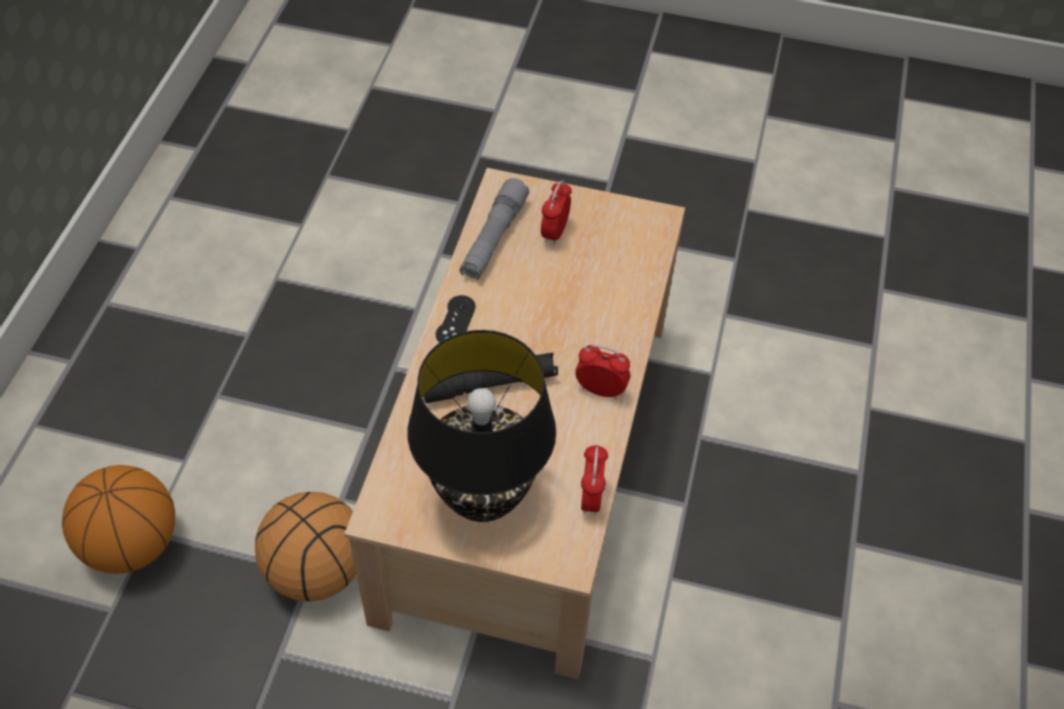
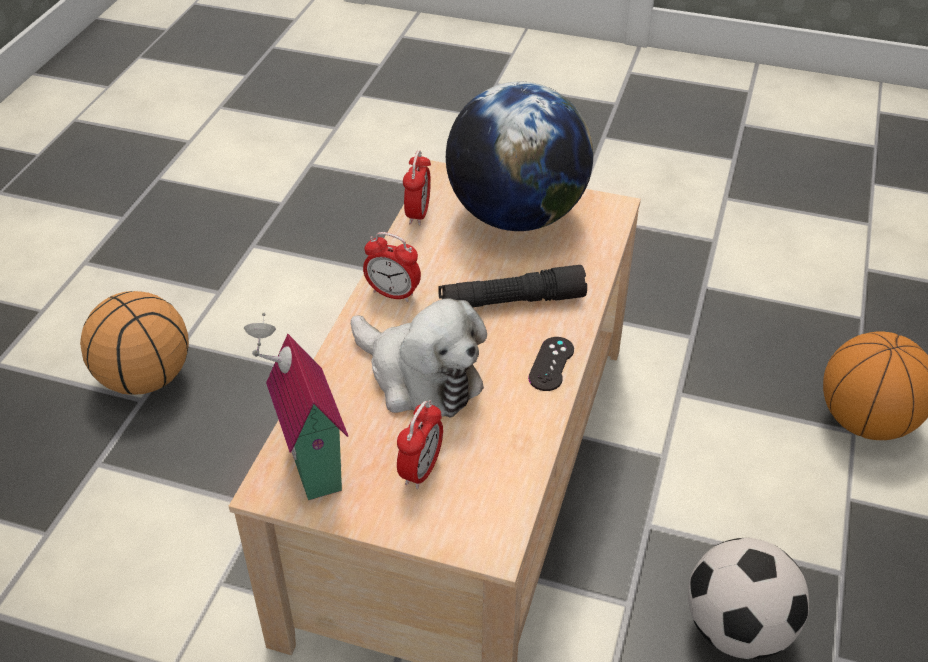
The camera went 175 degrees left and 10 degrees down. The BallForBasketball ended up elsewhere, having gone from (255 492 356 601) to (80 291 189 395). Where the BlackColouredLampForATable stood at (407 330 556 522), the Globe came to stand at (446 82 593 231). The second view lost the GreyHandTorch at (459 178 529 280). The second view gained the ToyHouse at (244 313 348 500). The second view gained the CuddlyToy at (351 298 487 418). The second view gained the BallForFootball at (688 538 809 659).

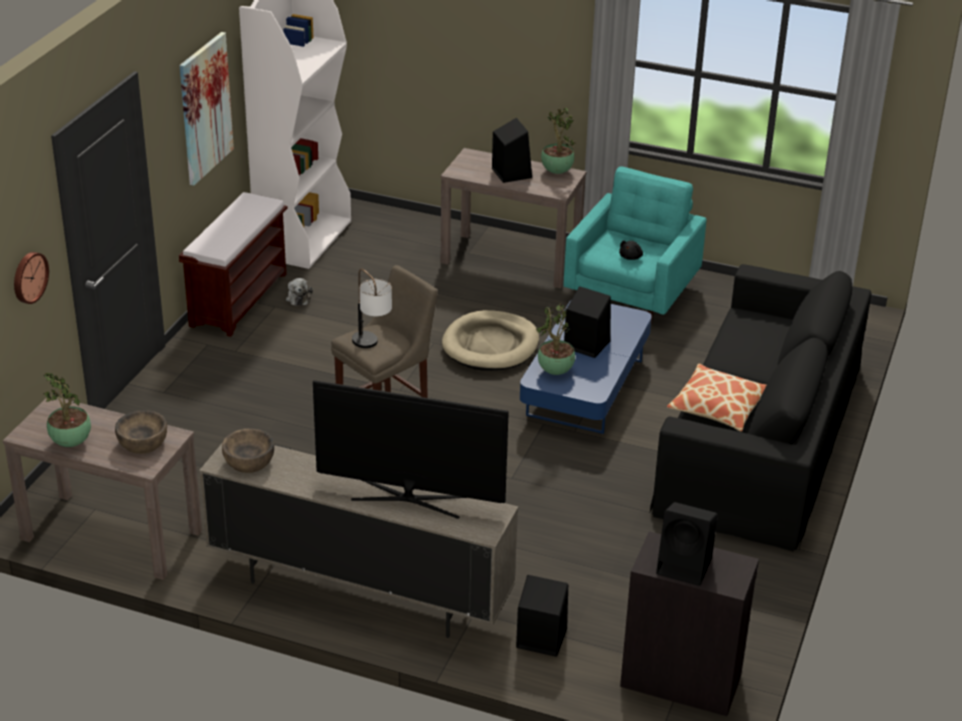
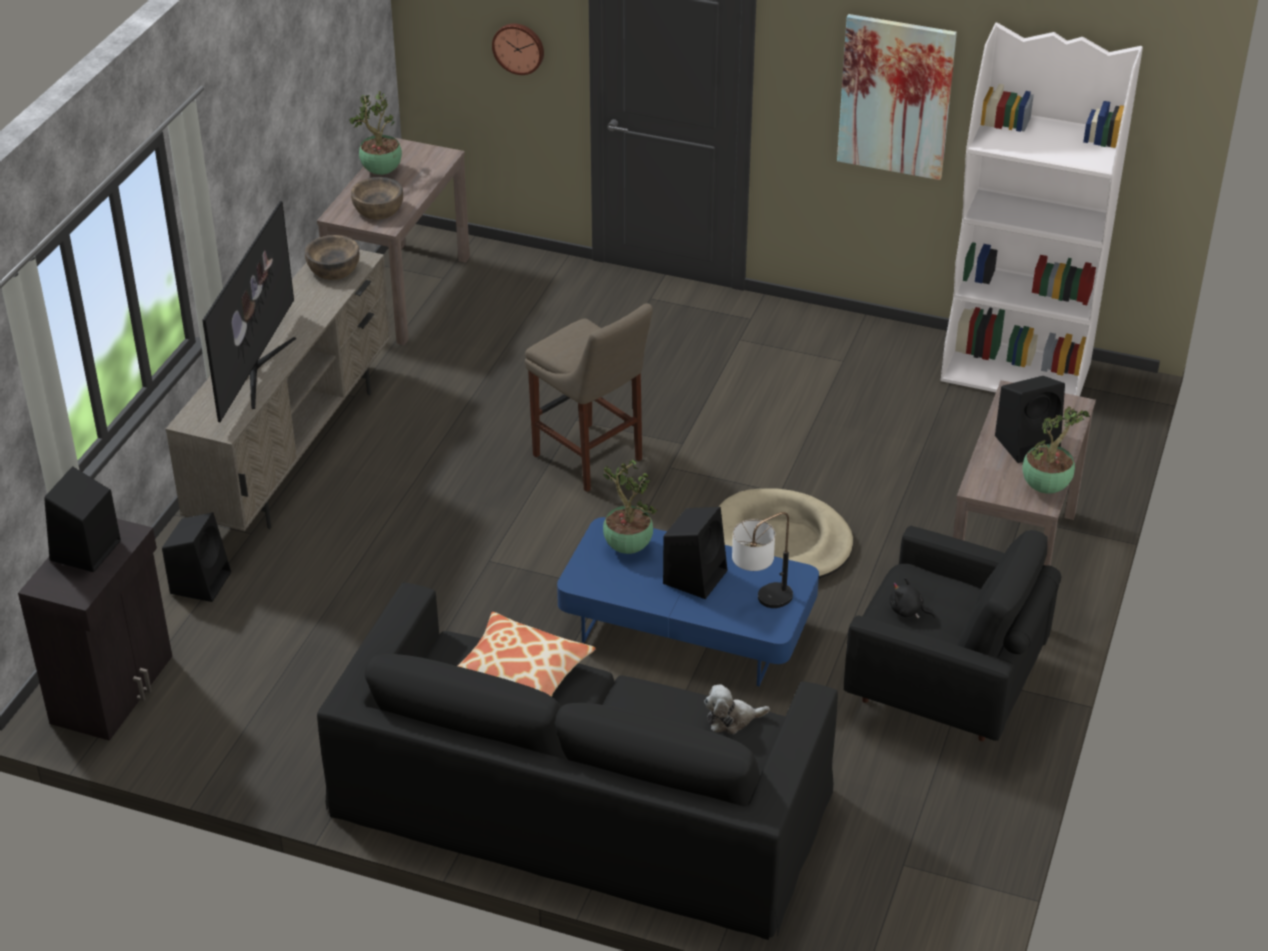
The camera went 90 degrees right and 5 degrees up. The second view lost the BrownColouredIndoorBench at (179 192 287 337). The CuddlyToy ended up elsewhere, having gone from (286 278 313 306) to (704 684 770 734). The LampForATable ended up elsewhere, having gone from (352 268 392 348) to (732 512 793 608). What was the BlueGreenArmchair at (564 166 706 324) turned into the BlackColouredArmchair at (844 526 1061 741).

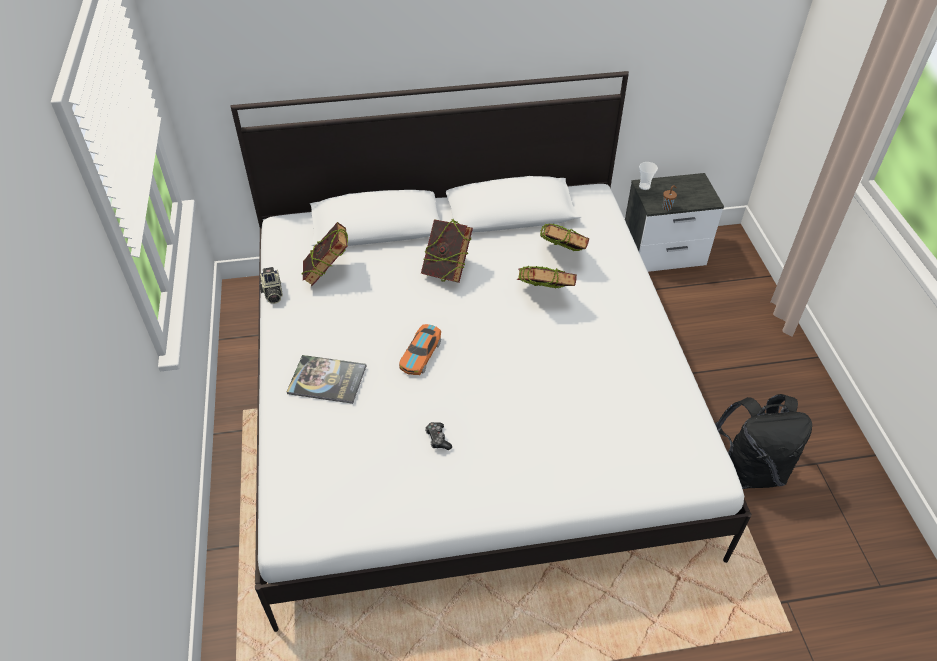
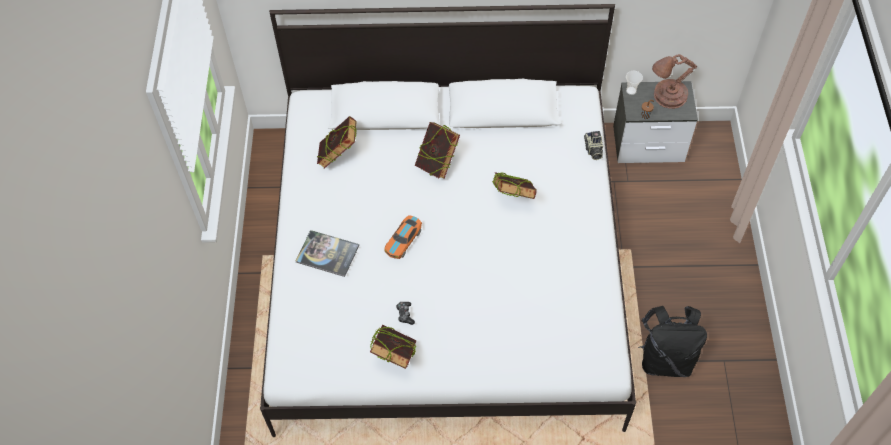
The camera went 10 degrees right and 10 degrees up. The StillCamera ended up elsewhere, having gone from (260 267 283 304) to (584 131 603 160). The Volume ended up elsewhere, having gone from (540 224 589 251) to (370 325 417 369). The second view gained the BrownColouredLampForATable at (652 54 697 109).

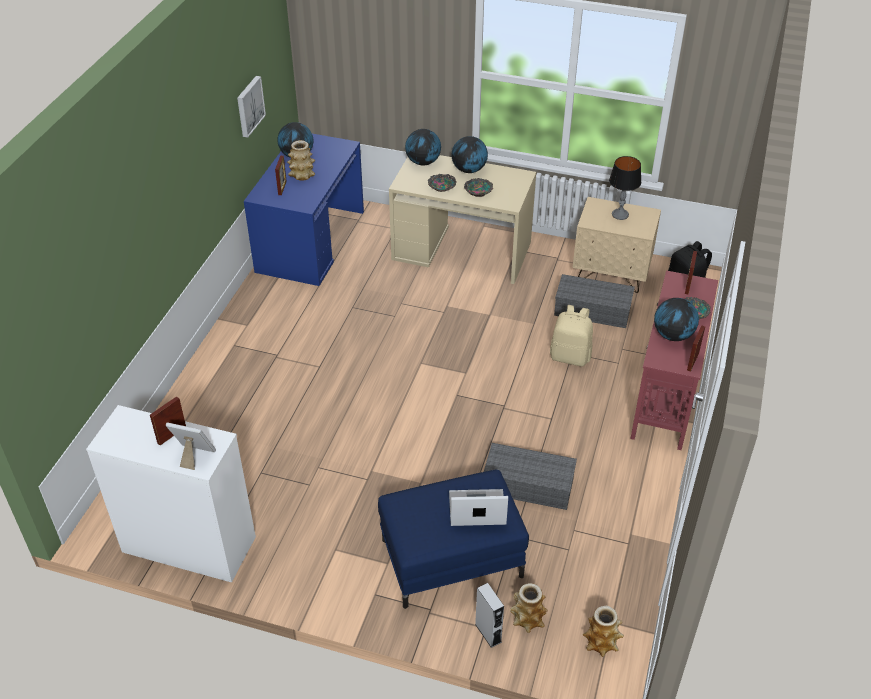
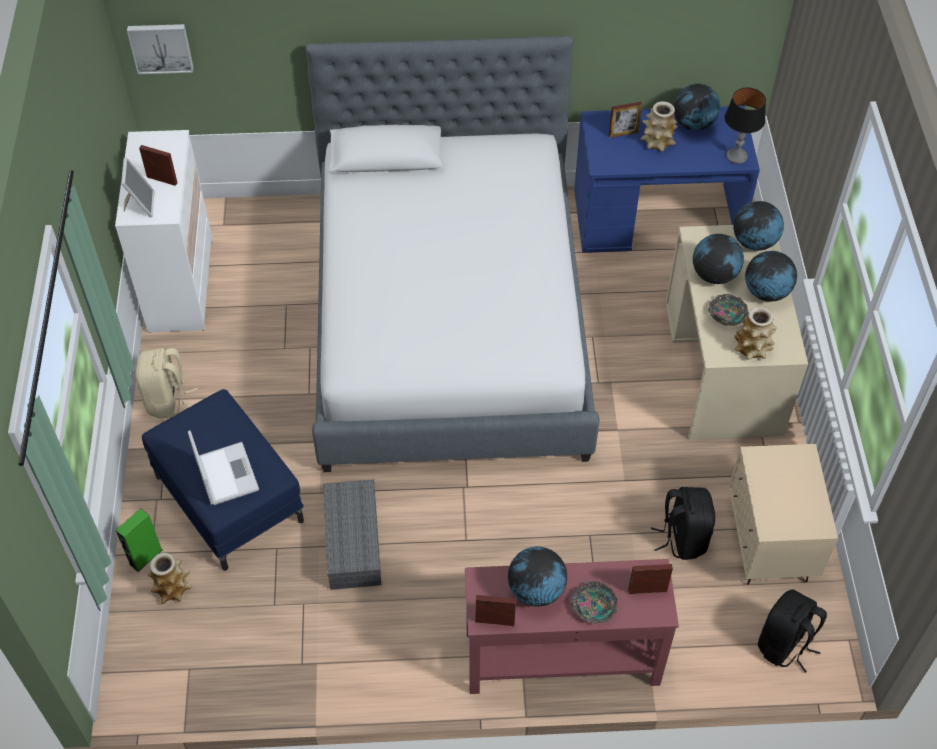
The camera went 70 degrees right and 10 degrees up. The WallPicture ended up elsewhere, having gone from (237 76 266 138) to (127 24 194 74). Where the Bowl stood at (428 174 457 192), the Globe came to stand at (693 234 744 284). What was the GreyLoudspeaker at (475 583 504 648) turned into the GreenColouredLoudspeaker at (116 508 163 572). The SandColouredKnapsack ended up elsewhere, having gone from (550 305 593 367) to (136 348 198 419). Where the GreyStorageBin stood at (554 274 635 328), the BlackColouredKnapsack came to stand at (651 487 715 560). The Vase ended up elsewhere, having gone from (583 606 624 657) to (734 307 777 360). The LampForATable ended up elsewhere, having gone from (609 156 641 220) to (725 88 766 164). The second view gained the BedroomBed at (305 35 599 472).

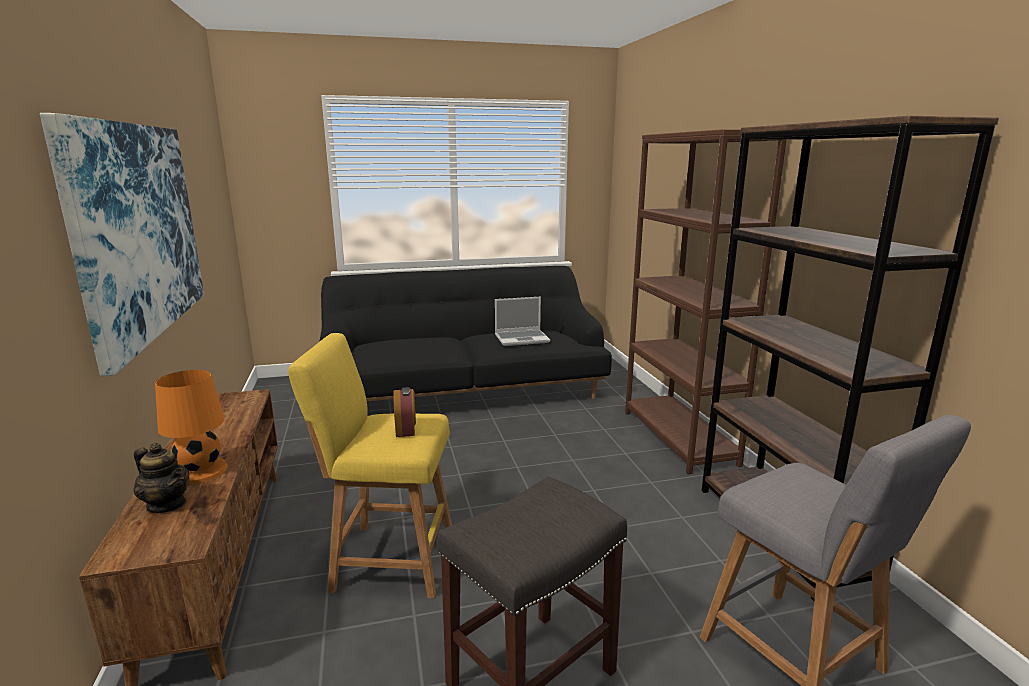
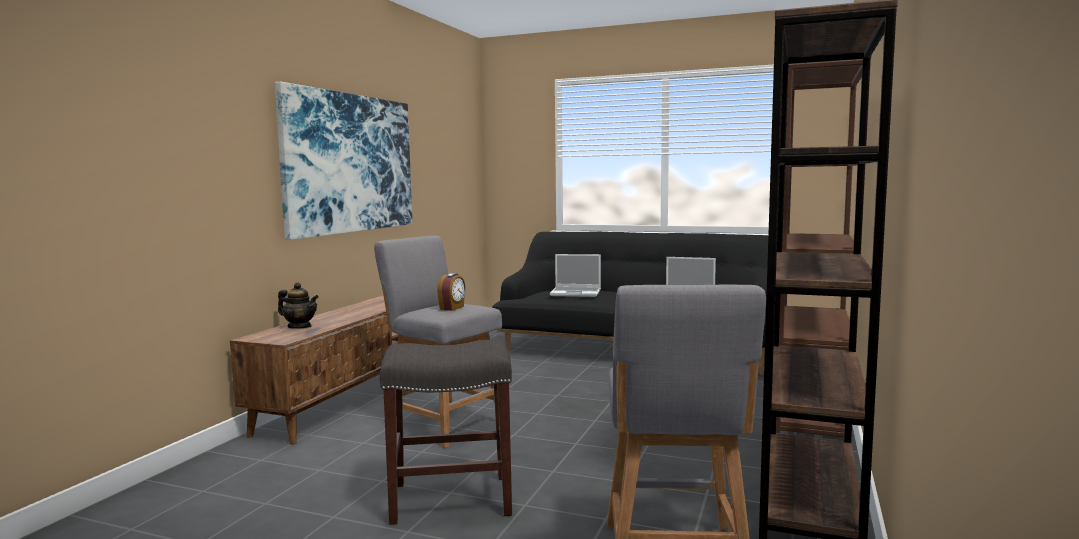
The camera went 35 degrees right and 10 degrees down. The TeaPot at (133 443 190 513) ended up facing another way, 45 degrees counterclockwise from before. The second view lost the OrangeColouredLampForATable at (155 370 227 484). What was the YellowColouredStoolSeat at (288 333 452 598) turned into the GreyStoolSeat at (374 236 502 448). The second view gained the NotebookComputer at (550 254 601 297).

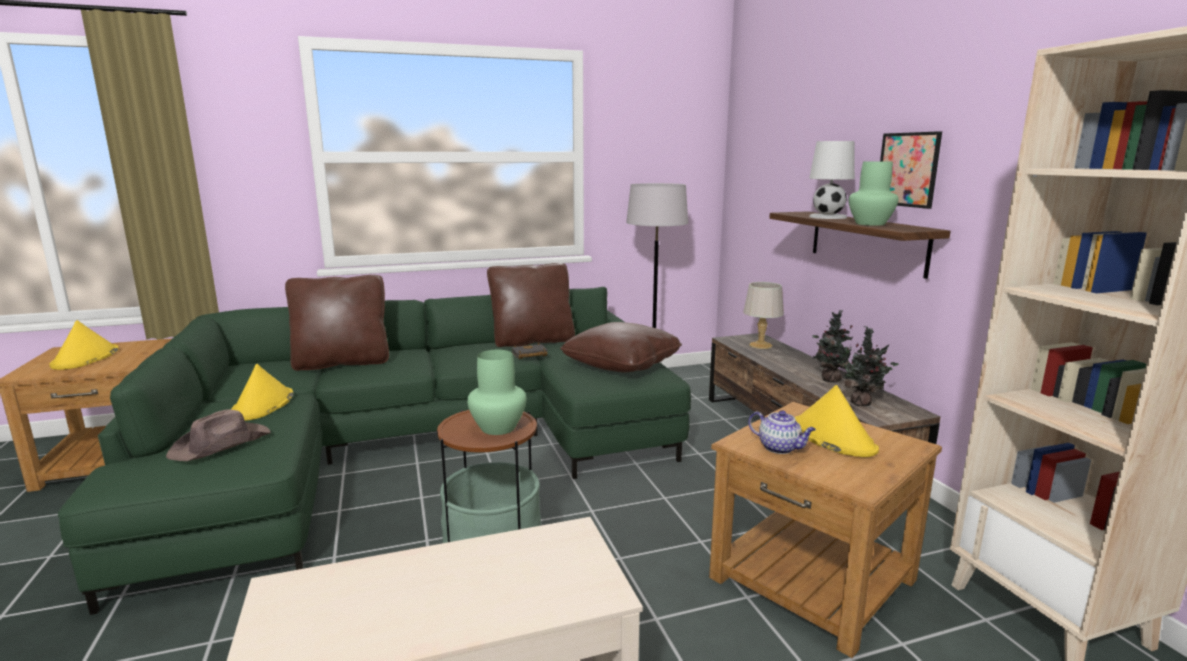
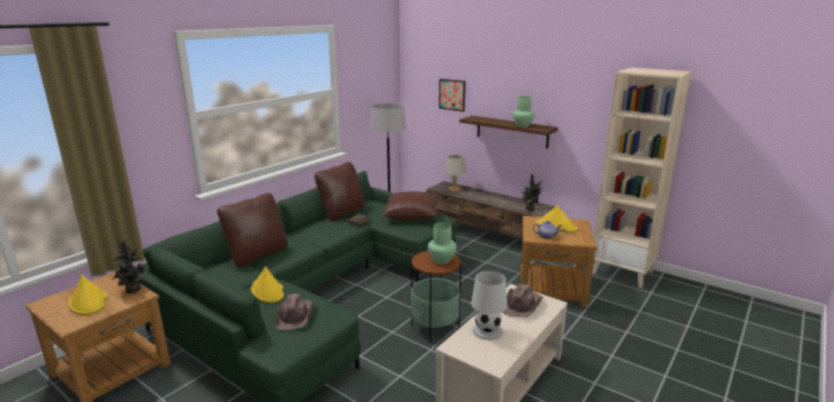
The camera went 35 degrees left and 5 degrees up. The WhitishLampForATable ended up elsewhere, having gone from (809 141 855 219) to (471 271 507 340). The PottedPlant ended up elsewhere, having gone from (813 310 858 382) to (112 240 144 293). The WallPicture ended up elsewhere, having gone from (880 131 942 209) to (439 79 465 112). The second view gained the BrownColouredHat at (502 284 543 317).

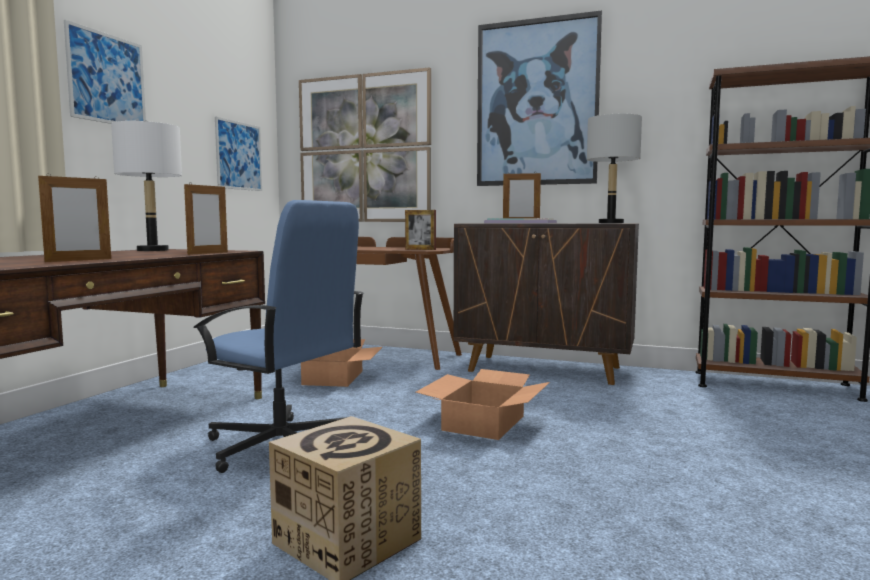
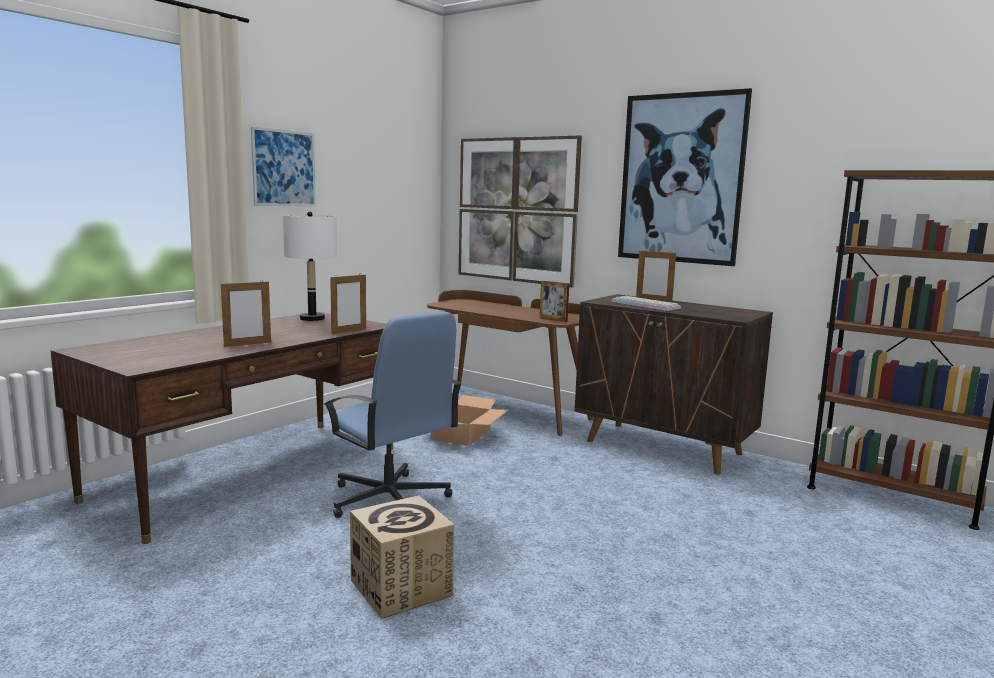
The camera went 15 degrees right and 5 degrees up. The second view lost the WallPicture at (215 117 262 191). The second view lost the CardboardBox at (416 369 550 440). The second view lost the GreyLampForATable at (587 114 642 223).

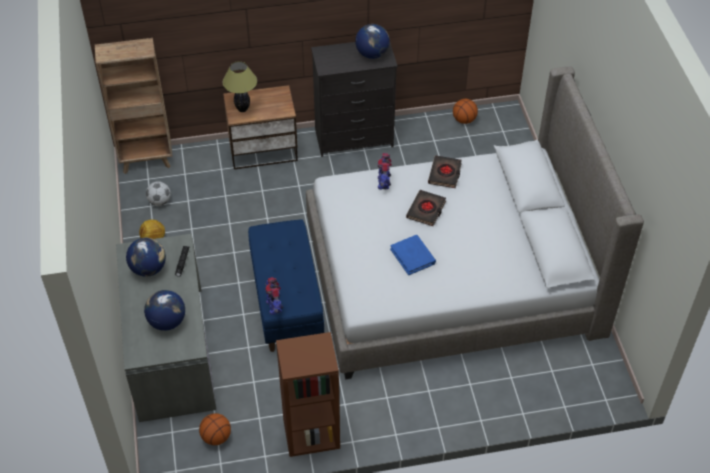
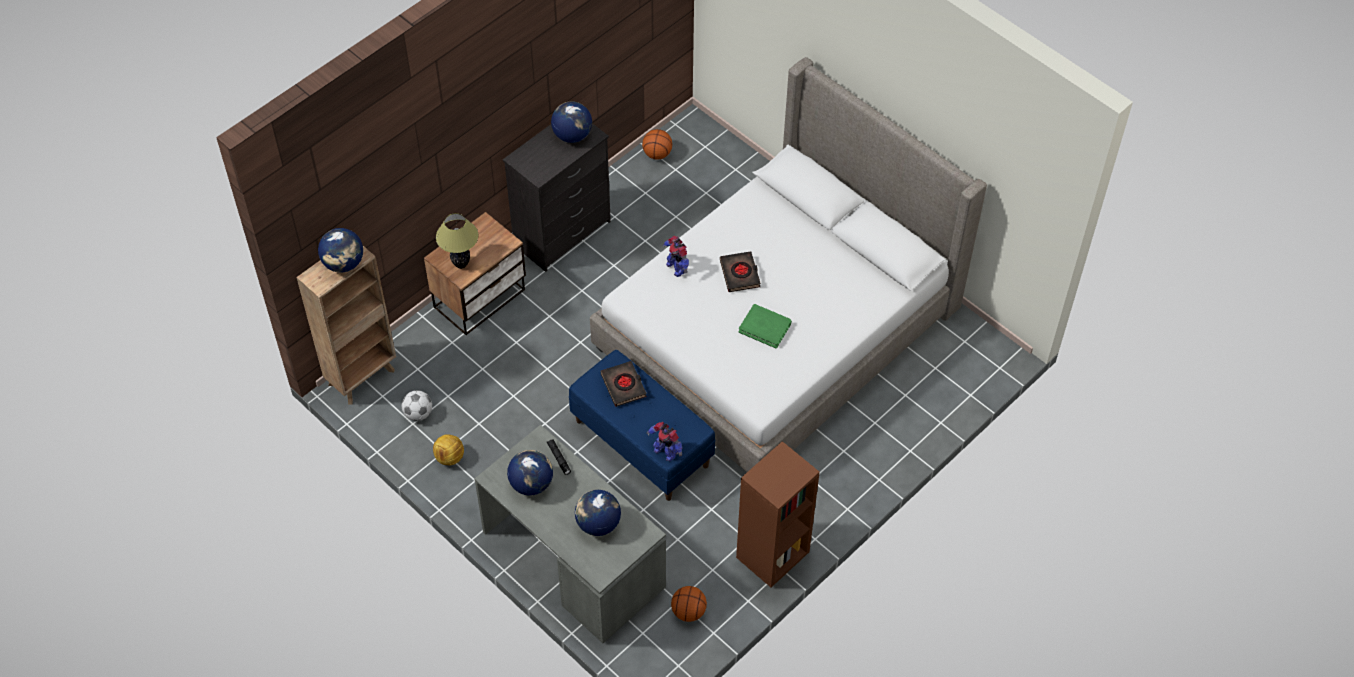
The camera went 35 degrees left and 5 degrees up. What was the BlueColouredVolume at (390 235 436 275) turned into the GreenColouredVolume at (739 304 792 349). The BlackColouredVolume ended up elsewhere, having gone from (428 155 462 188) to (601 361 647 407). The second view gained the Globe at (318 228 363 273).

